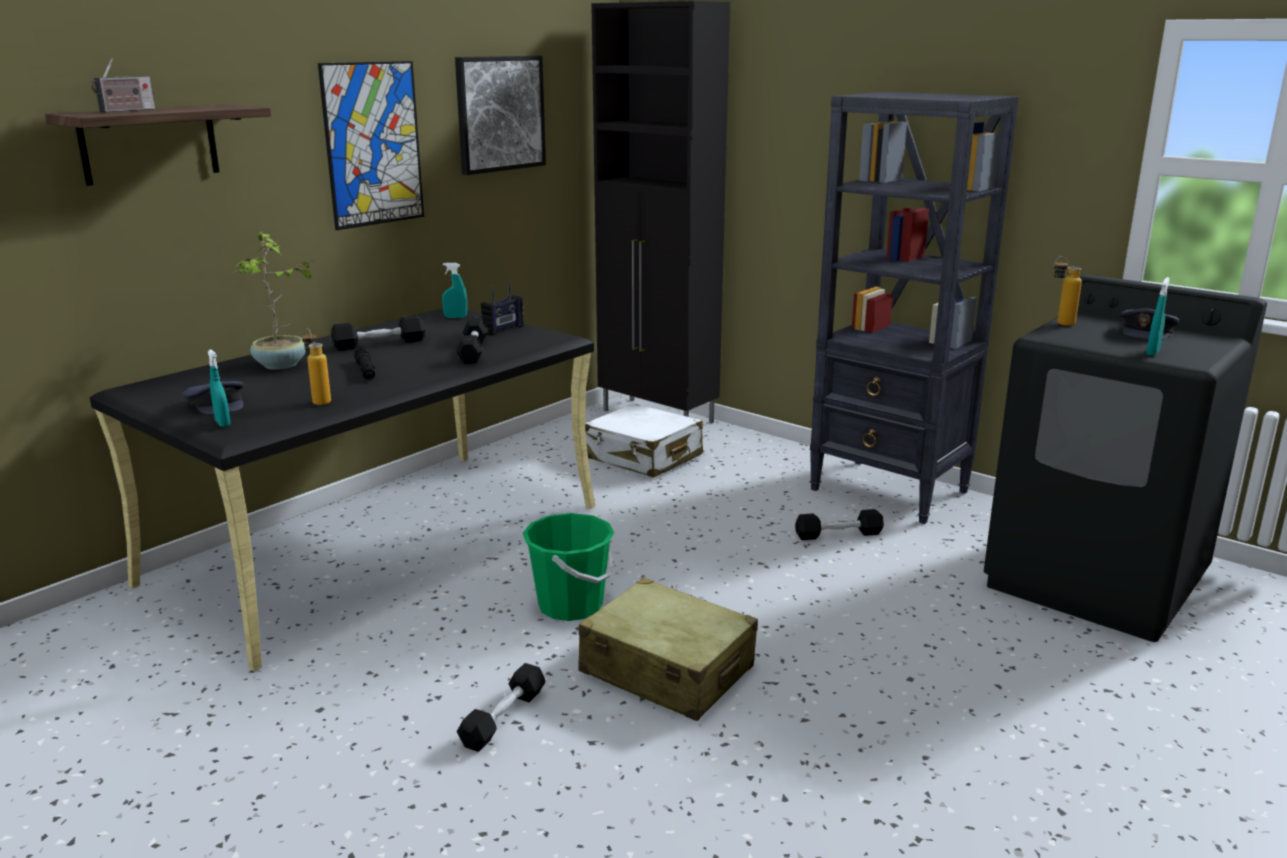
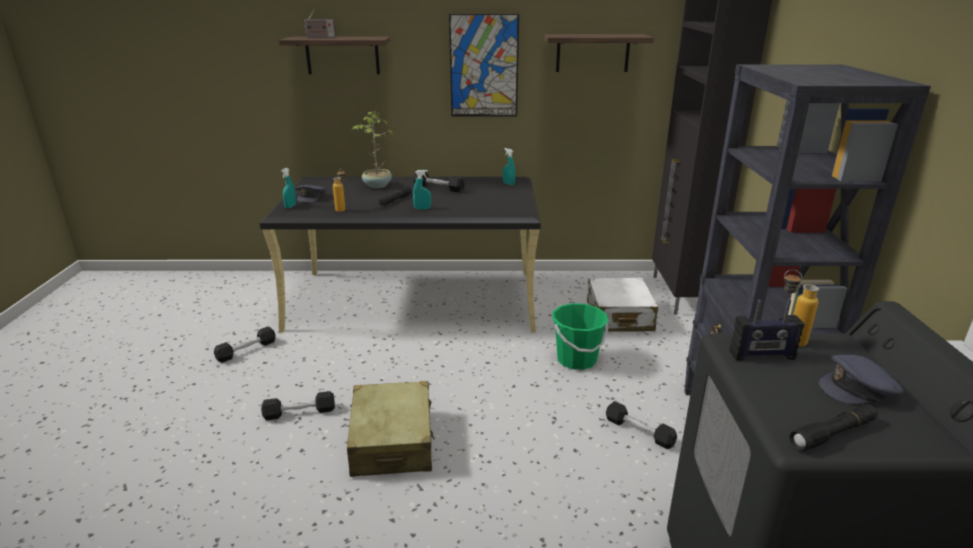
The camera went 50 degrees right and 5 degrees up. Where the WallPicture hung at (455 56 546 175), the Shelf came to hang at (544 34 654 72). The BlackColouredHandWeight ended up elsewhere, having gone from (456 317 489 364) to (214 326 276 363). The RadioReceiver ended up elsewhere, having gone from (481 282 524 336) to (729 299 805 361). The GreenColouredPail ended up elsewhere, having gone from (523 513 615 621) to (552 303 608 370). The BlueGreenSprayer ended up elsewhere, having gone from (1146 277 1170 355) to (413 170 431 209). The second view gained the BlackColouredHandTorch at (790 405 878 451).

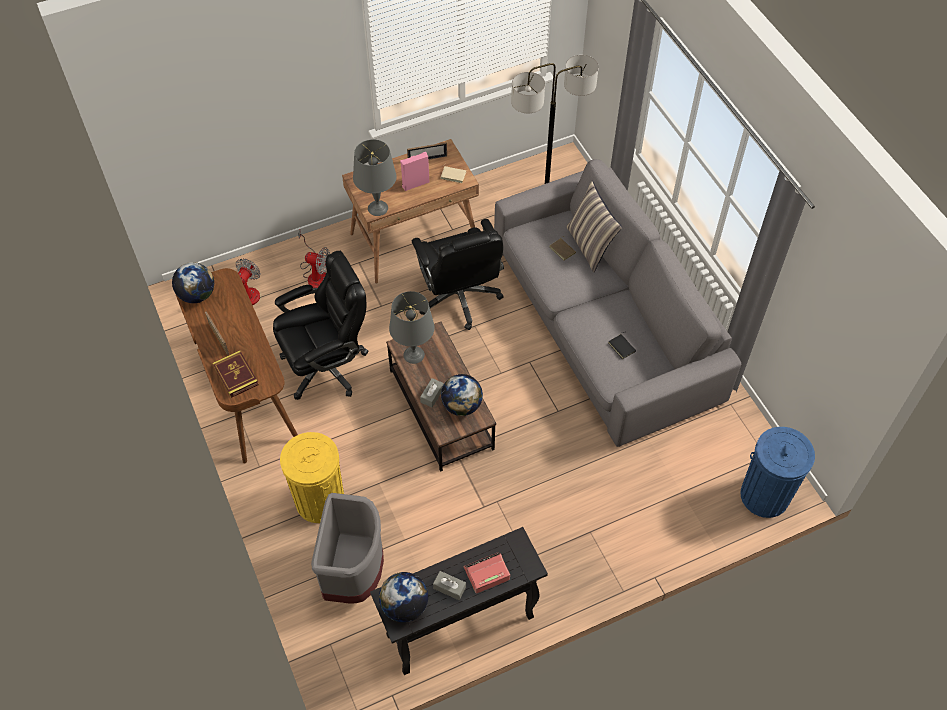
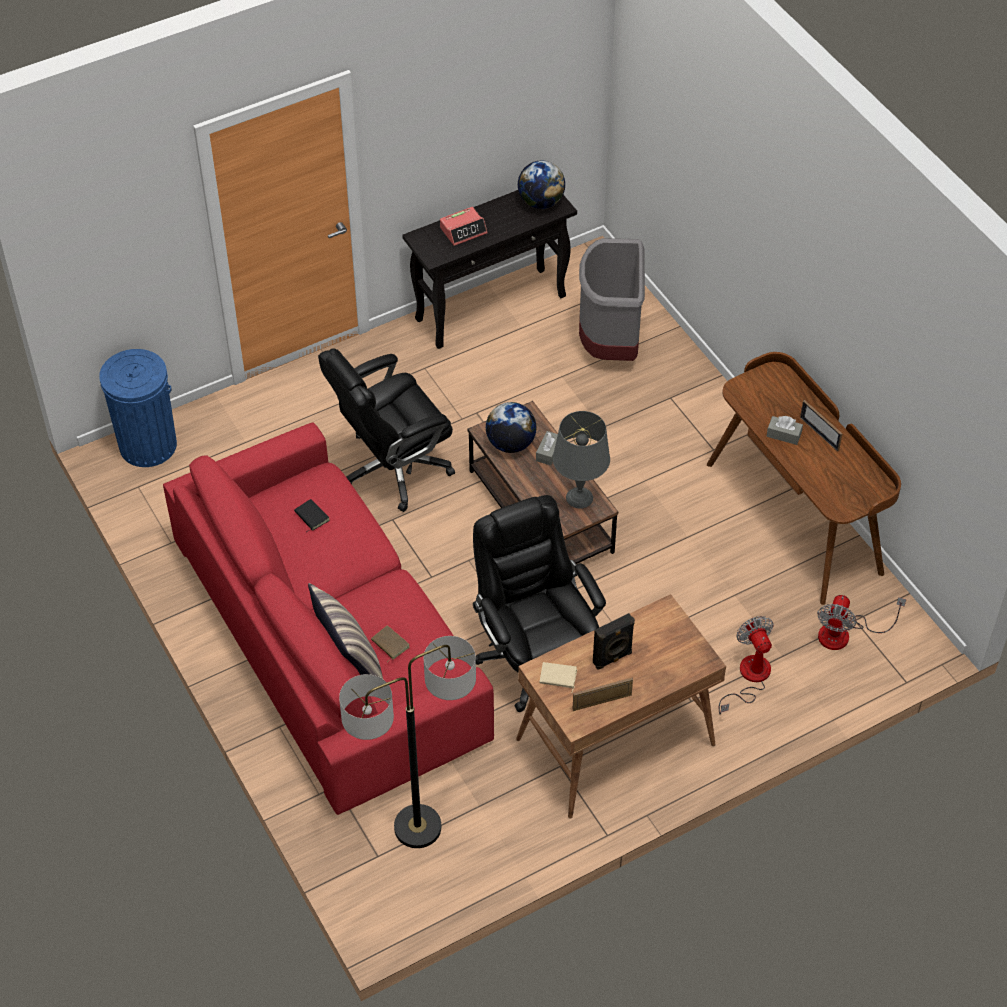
The camera went 175 degrees right and 5 degrees down. The second view lost the Globe at (172 262 214 303). The second view lost the Volume at (213 351 259 398). The BlackColouredDeskChair ended up elsewhere, having gone from (273 250 369 400) to (318 348 455 512). The second view lost the YellowColouredRubbishBin at (280 432 344 523). The ElectricFan at (298 230 330 288) ended up facing another way, 60 degrees clockwise from before. The second view lost the GreyLampForATable at (353 139 397 216). What was the PinkLoudspeaker at (400 152 429 191) turned into the BlackColouredLoudspeaker at (593 613 635 670). The GreyTissueHolder ended up elsewhere, having gone from (433 571 466 600) to (767 416 803 445). What was the GreyCouch at (494 159 741 447) turned into the RedCouch at (163 423 494 815).

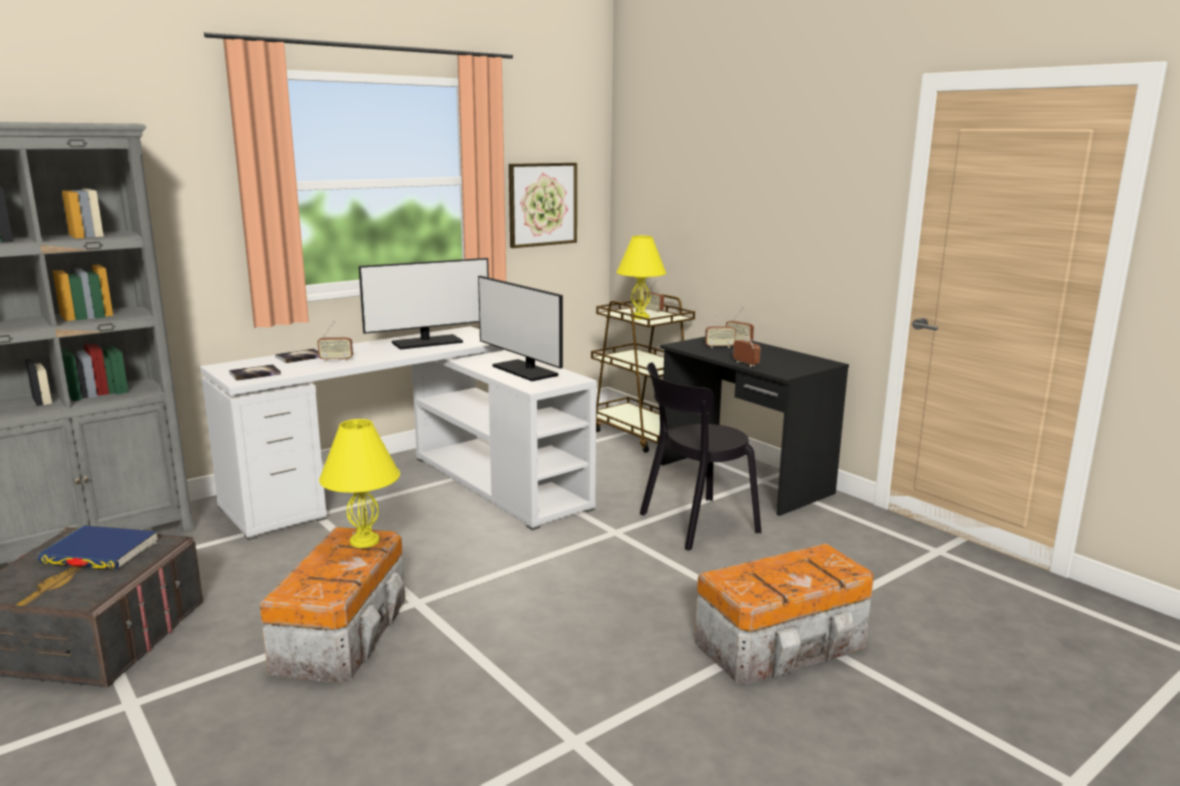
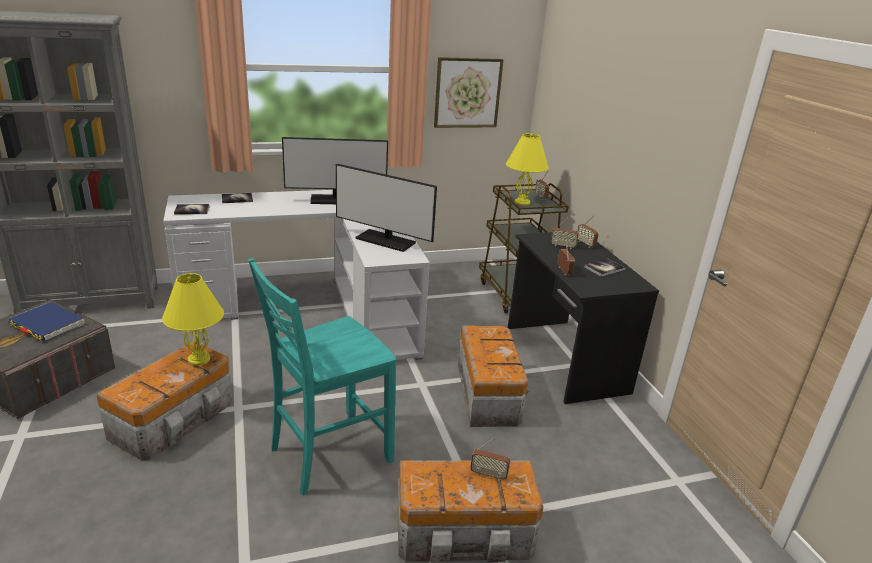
The camera went 20 degrees right and 10 degrees up. The RadioReceiver ended up elsewhere, having gone from (317 320 353 361) to (470 437 510 481). The ComputerScreen at (478 276 563 381) ended up facing another way, 45 degrees counterclockwise from before. Where the BlackColouredChair stood at (640 362 761 551), the StorageBin came to stand at (458 326 528 427). The second view gained the BlueGreenChair at (248 258 397 495). The second view gained the Volume at (584 259 625 277).

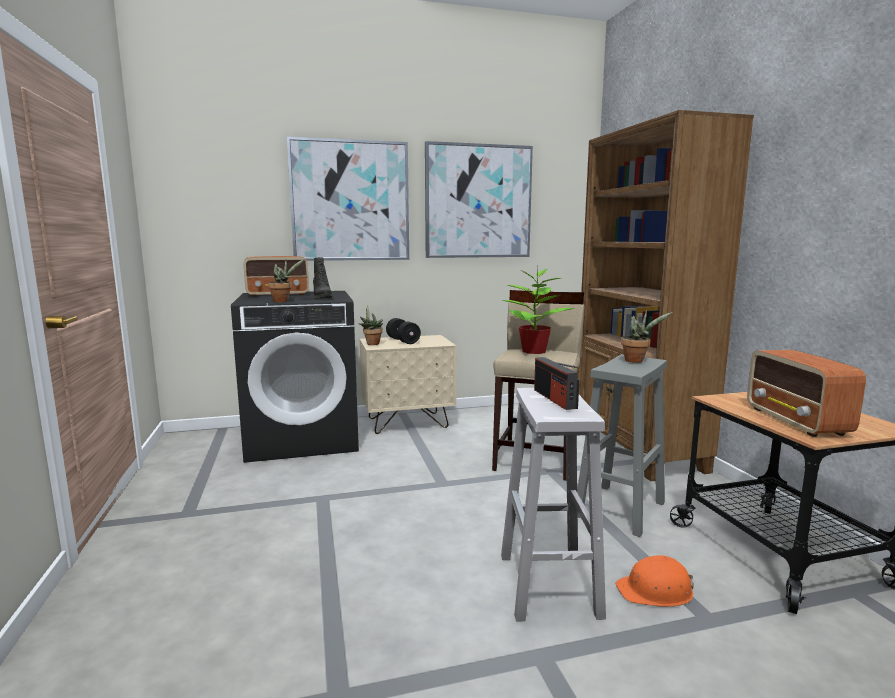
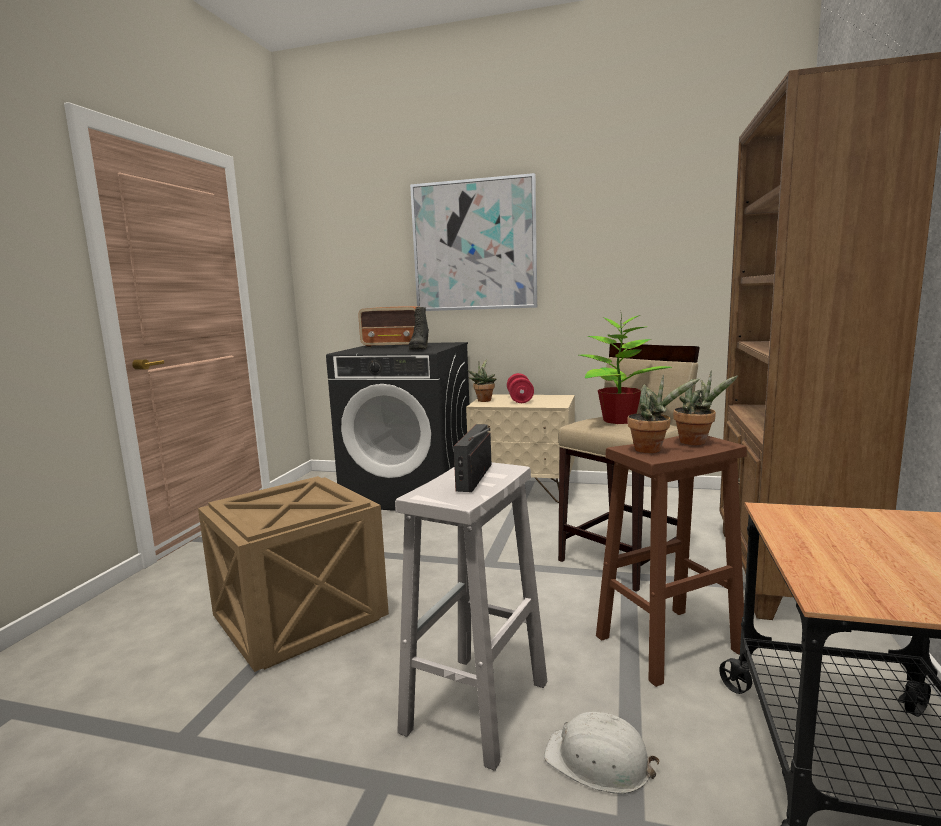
The camera went 30 degrees right and 0 degrees up. The PottedPlant ended up elsewhere, having gone from (268 259 305 302) to (628 374 700 453). What was the BlackColouredHandWeight at (386 318 421 344) turned into the RedHandWeight at (507 373 534 403). The second view lost the WallPicture at (425 141 533 258). What was the GreyStoolSeat at (577 355 667 537) turned into the BrownColouredStoolSeat at (596 436 747 687). What was the OrangeColouredHardHat at (616 555 694 607) turned into the WhitishHardHat at (544 712 660 794). The second view lost the RadioReceiver at (747 350 866 437). The second view gained the Crate at (198 476 389 672).

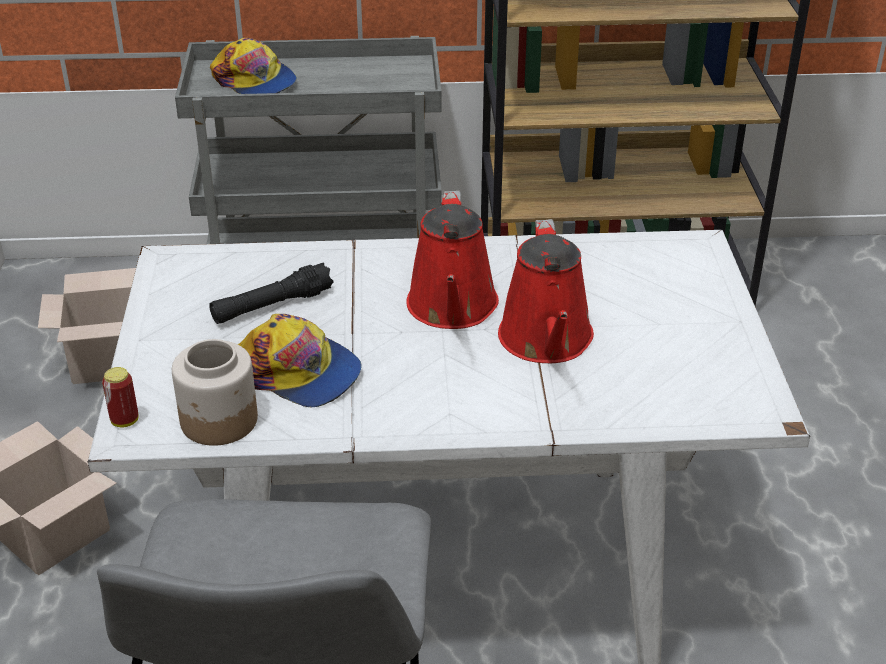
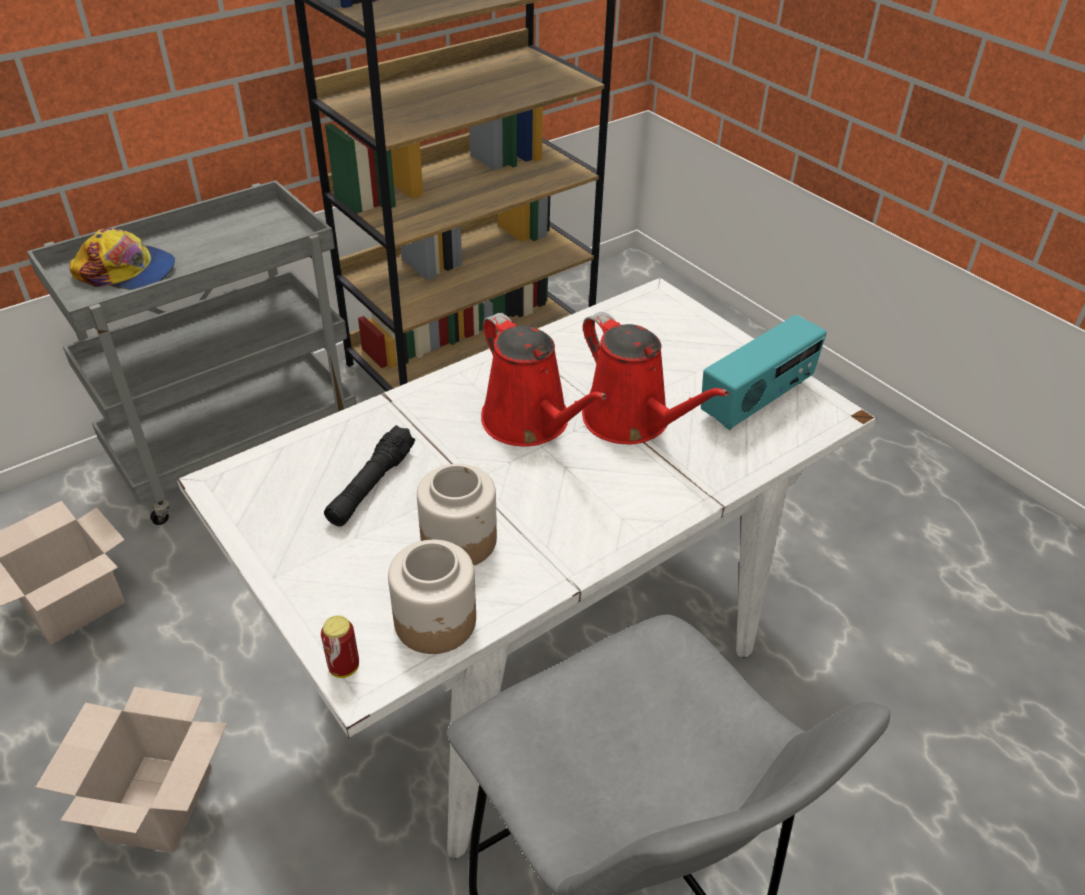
The camera went 35 degrees left and 5 degrees up. Where the Cap stood at (238 314 362 408), the Jar came to stand at (417 464 497 565). The second view gained the RadioReceiver at (701 315 827 430).

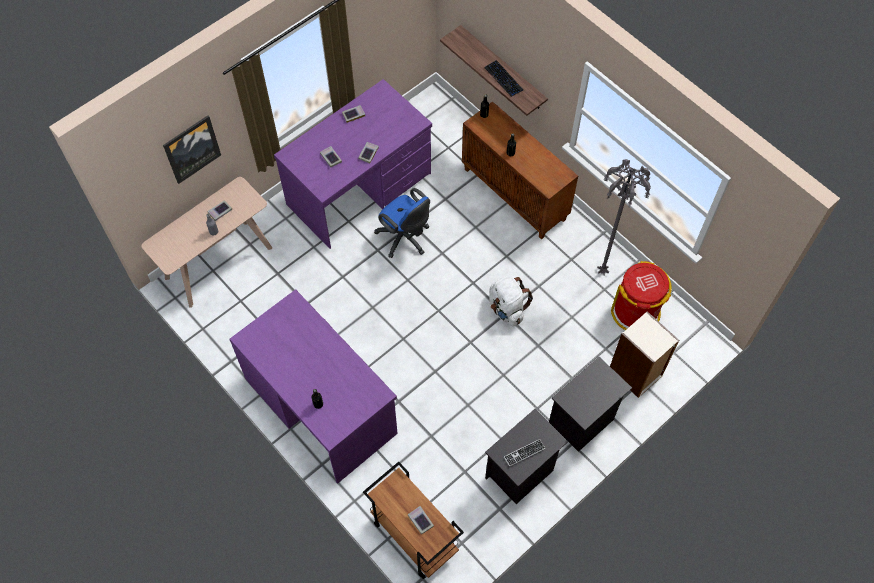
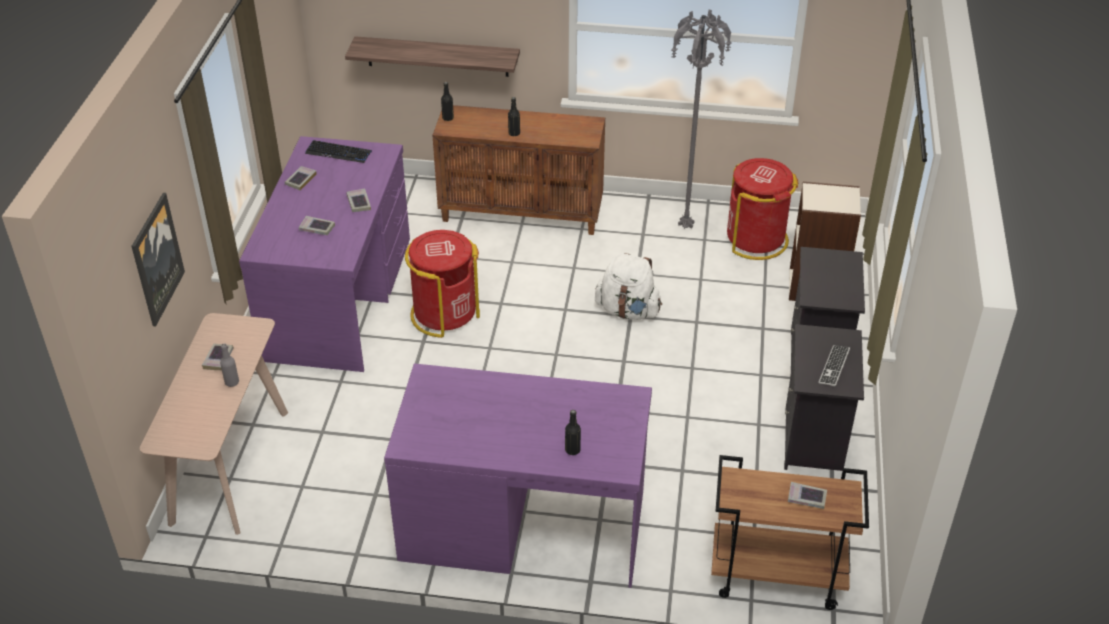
The camera went 40 degrees left and 20 degrees down. Where the BlueColouredDeskChair stood at (374 188 430 258), the RedRubbishBin came to stand at (405 230 480 338). The Keyboard ended up elsewhere, having gone from (484 60 523 97) to (305 140 372 163).

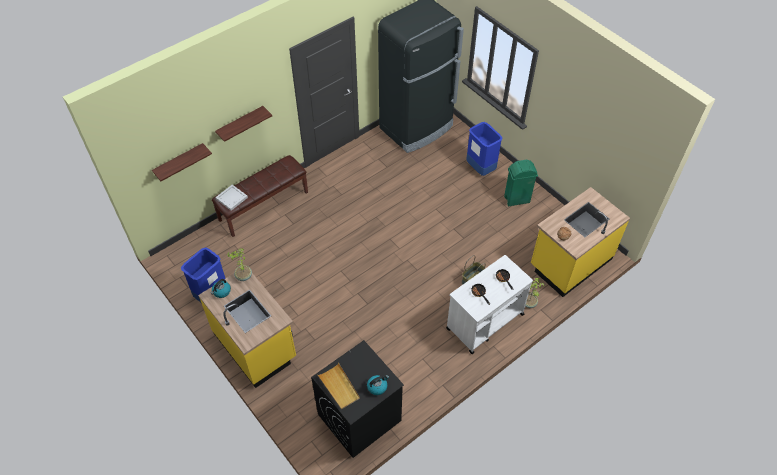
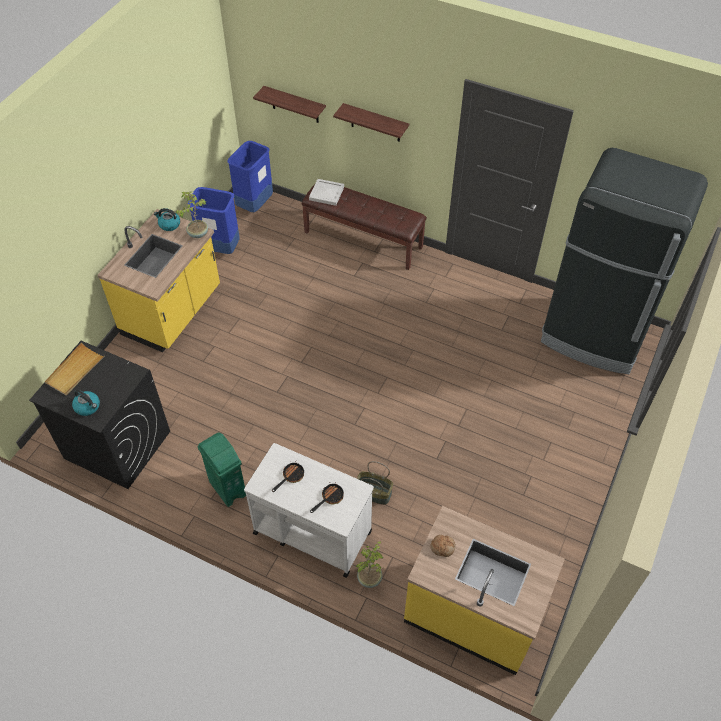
The camera went 65 degrees right and 0 degrees up. The BlueColouredRubbishBin ended up elsewhere, having gone from (466 122 503 176) to (227 141 273 212). The GreenColouredRubbishBin ended up elsewhere, having gone from (504 160 538 206) to (197 432 246 507).

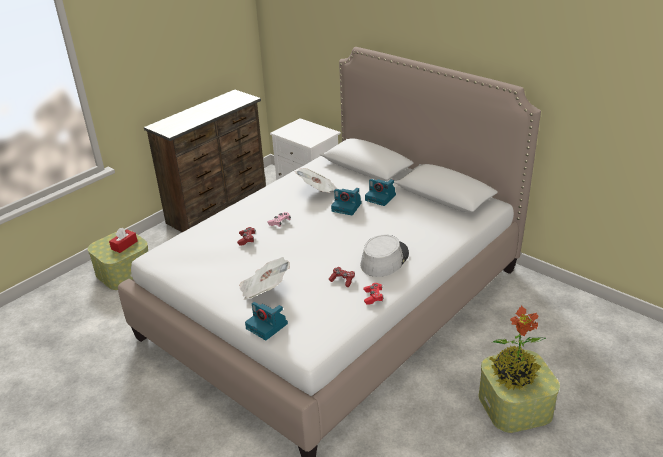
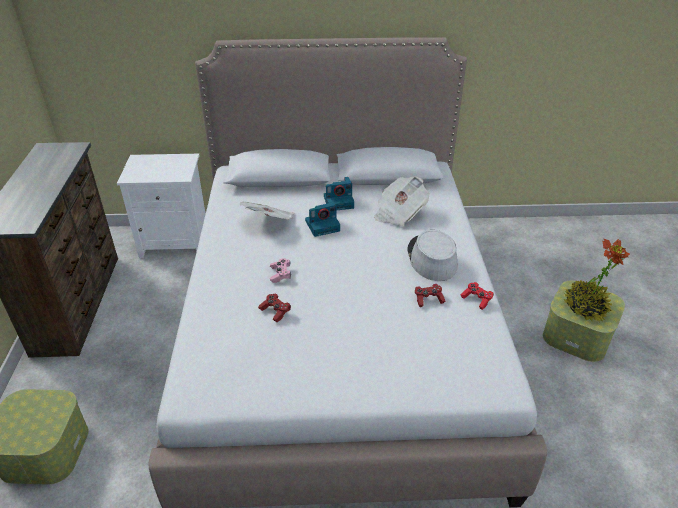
The camera went 45 degrees left and 5 degrees up. The second view lost the RedTissueHolder at (109 228 137 253). The DailyPaper ended up elsewhere, having gone from (239 257 290 300) to (374 176 429 226). The second view lost the StillCamera at (245 302 288 340).

